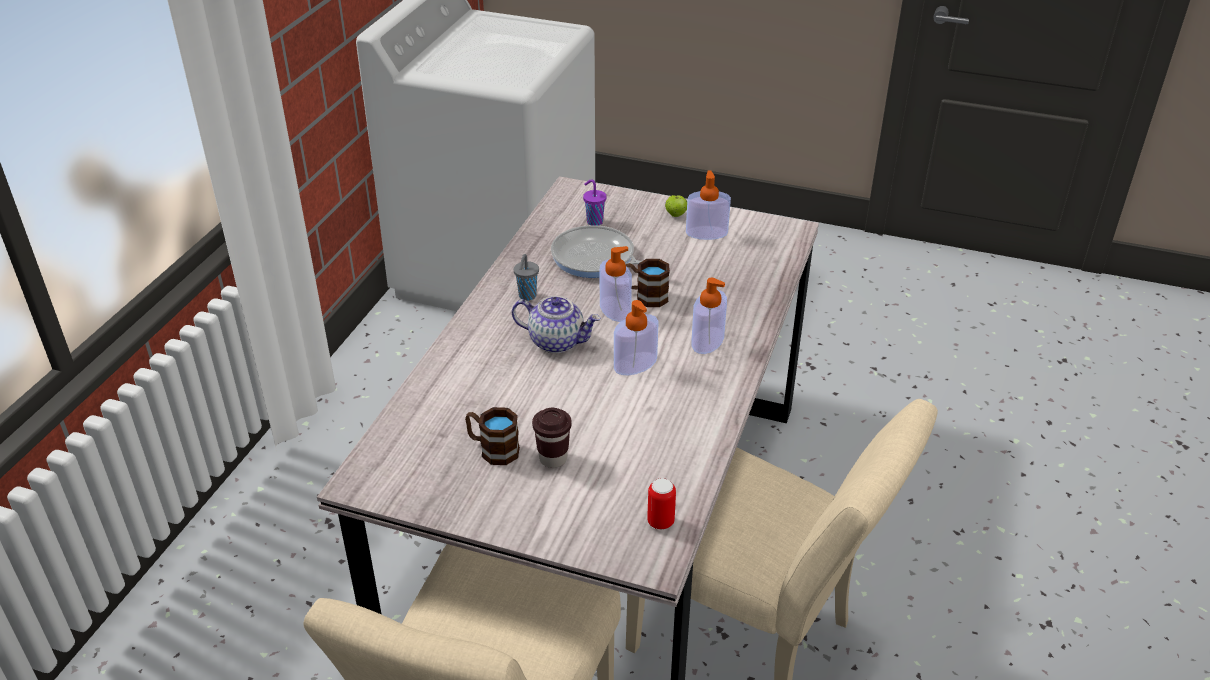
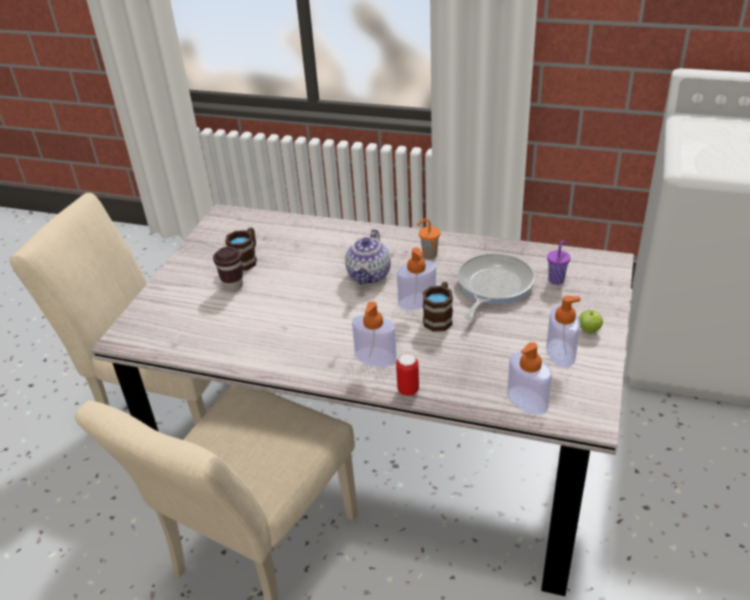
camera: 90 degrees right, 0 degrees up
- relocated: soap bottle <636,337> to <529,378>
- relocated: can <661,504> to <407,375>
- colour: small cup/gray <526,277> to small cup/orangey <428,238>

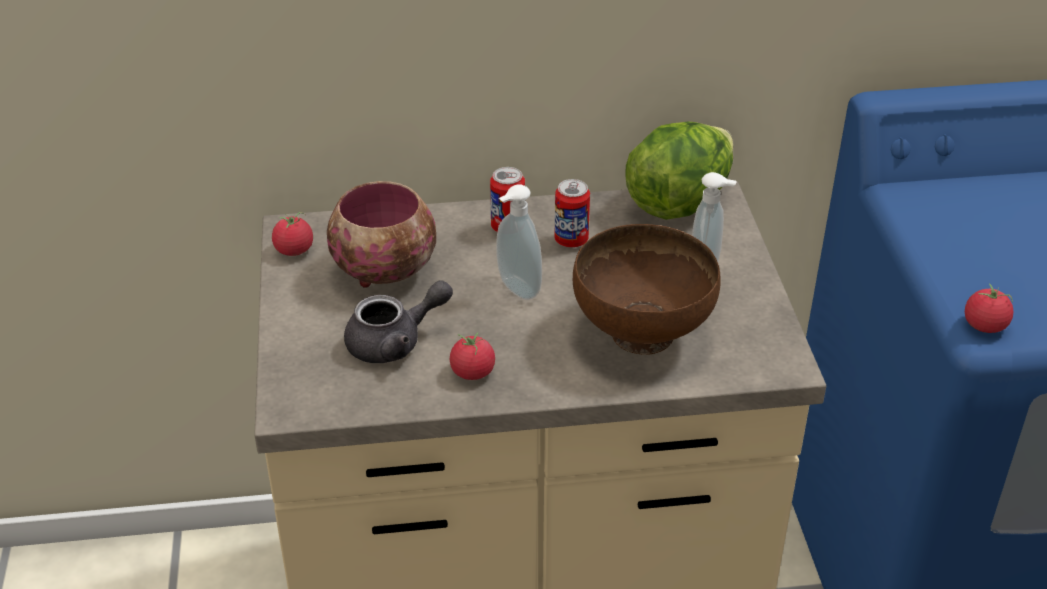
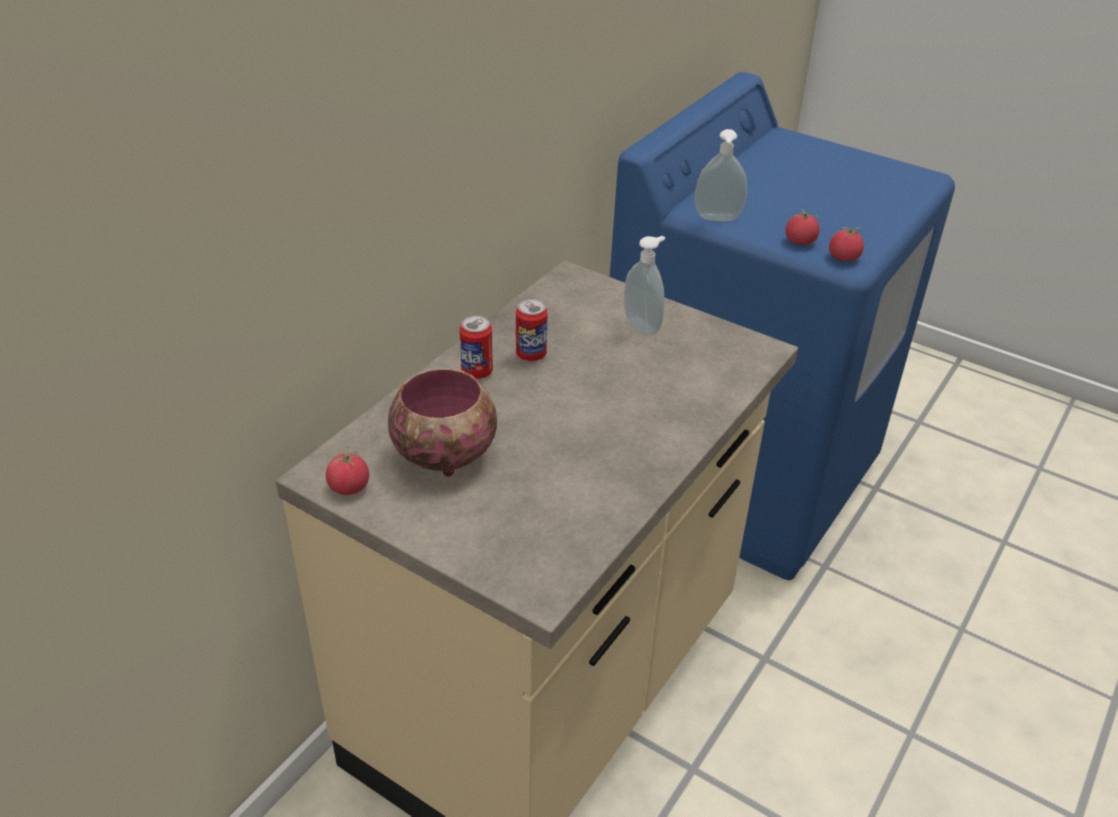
camera: 50 degrees left, 0 degrees up
- missing: tea pot/gray <398,321>
- missing: deep dish/brownish <646,289>
- missing: lettuce head <679,171>
- relocated: tomato <472,356> to <802,227>
- relocated: soap bottle <519,242> to <721,175>

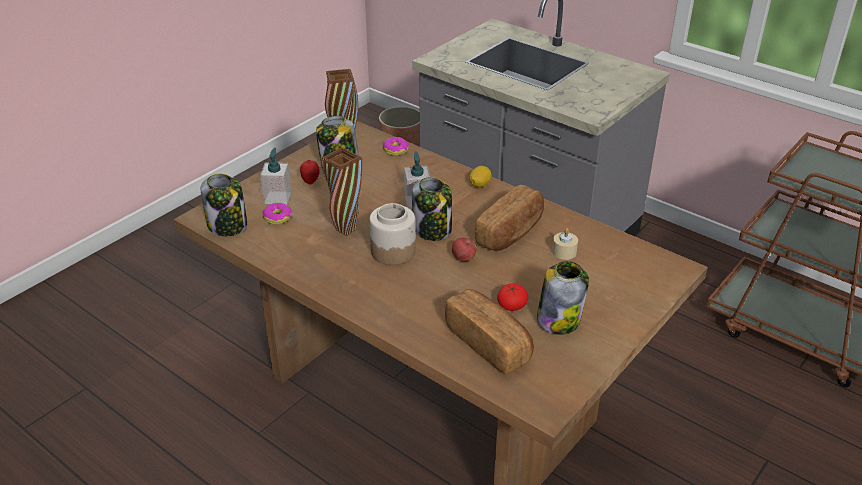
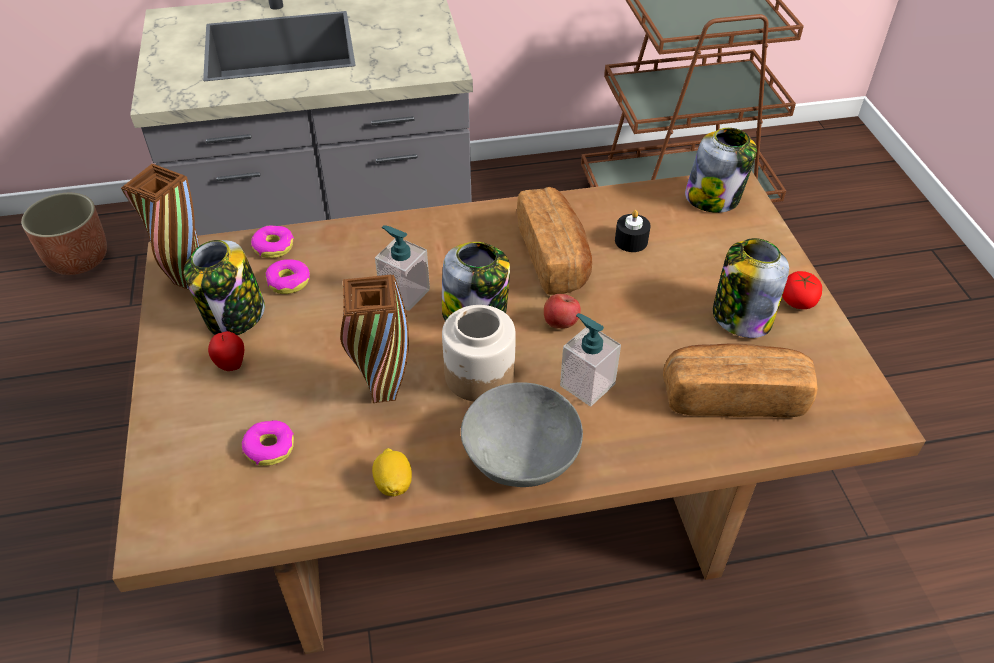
camera: 50 degrees left, 10 degrees up
- appeared: ring doughnut <287,276>
- appeared: deep dish/gray <522,434>
- relocated: storage jar <224,205> to <721,170>
- relocated: soap bottle <275,176> to <590,360>
- relocated: citrus fruit <480,176> to <392,472>
- relocated: tomato <512,297> to <802,290>
- colour: wax candle/sand-coloured <565,244> to wax candle/blackish <632,231>

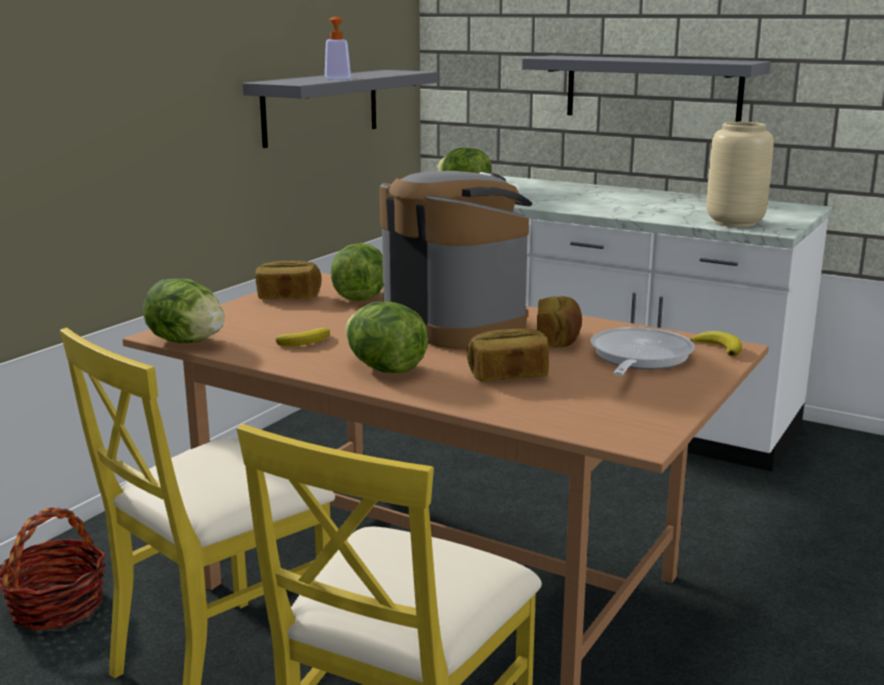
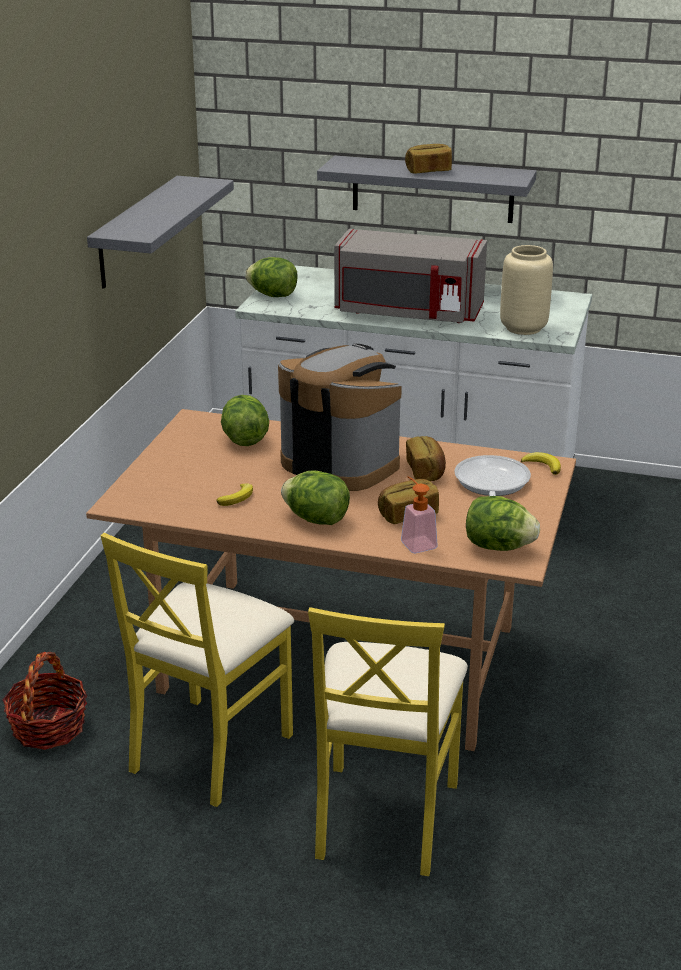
camera: 15 degrees left, 10 degrees up
- appeared: kitchen microwave/gray <410,276>
- relocated: lettuce head <184,310> to <503,523>
- relocated: bread <288,280> to <428,159>
- relocated: soap bottle <338,48> to <419,514>

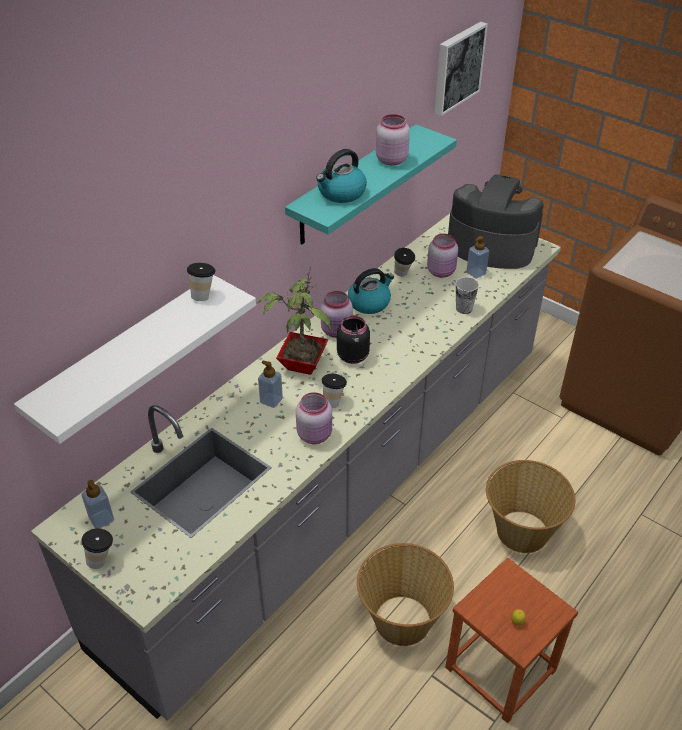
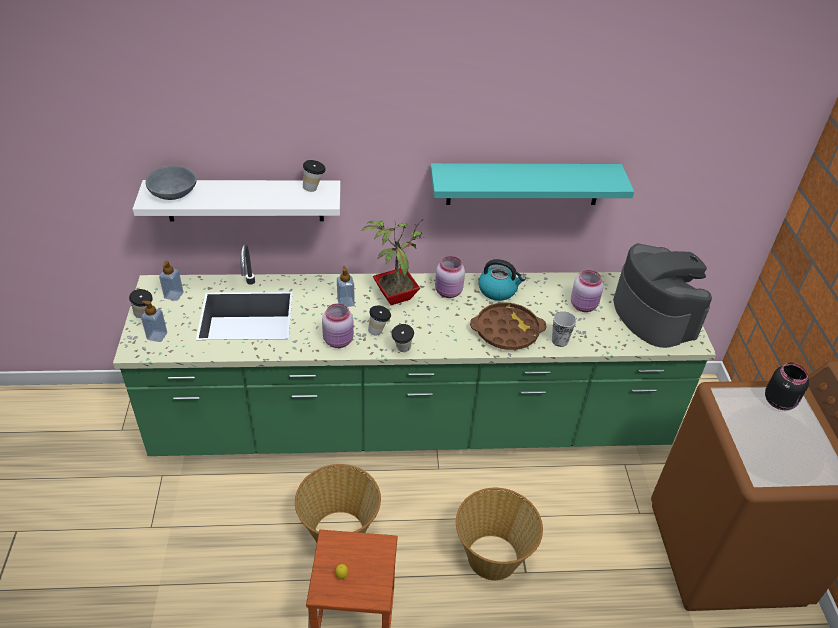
camera: 45 degrees right, 0 degrees up
- missing: tea kettle <341,176>
- missing: storage jar/pink <393,139>
- missing: picture <461,69>
- appeared: deep dish/gray <171,183>
- appeared: serving tray/brownish <508,326>
- relocated: storage jar/blackish <353,340> to <787,386>
- relocated: small cup <404,262> to <402,338>
- relocated: soap bottle <477,257> to <154,321>
- colour: kitchen base unit/gray <296,467> to kitchen base unit/green <414,350>

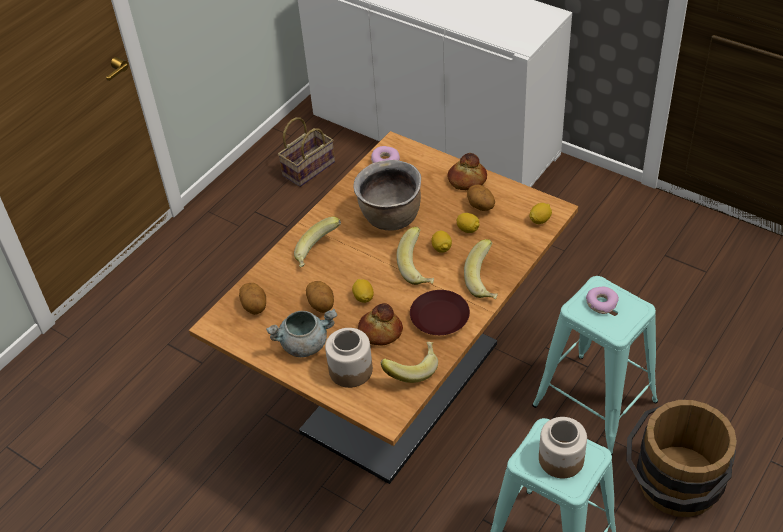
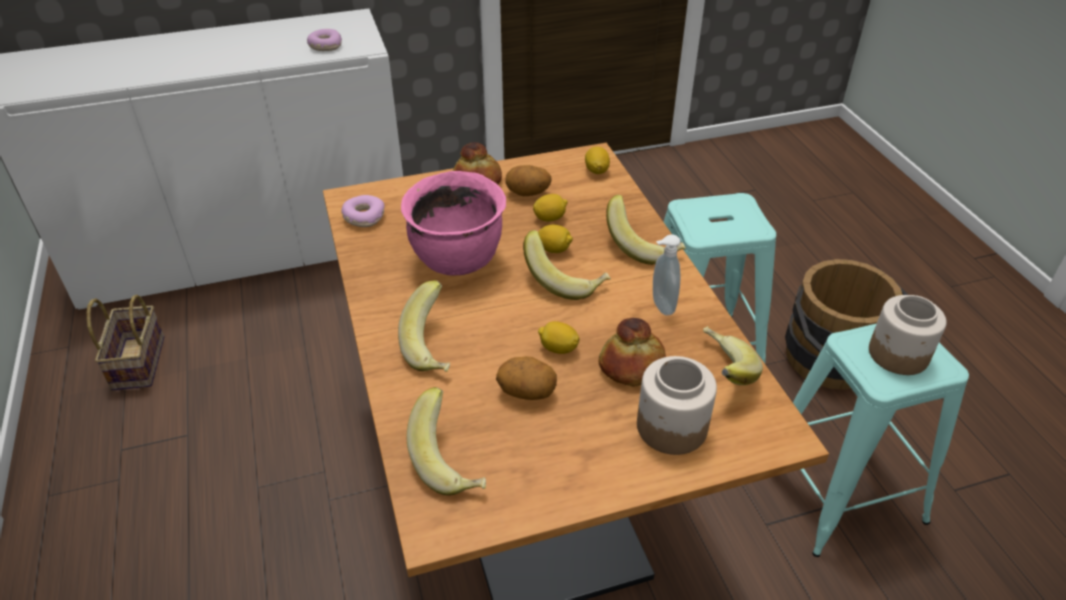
camera: 55 degrees left, 5 degrees down
- missing: cooking pot/gray <301,333>
- relocated: ring doughnut <602,300> to <324,40>
- exchanged: whole potato <252,299> to banana <446,441>
- exchanged: flat dish/brownish <440,312> to soap bottle <667,275>
- colour: cooking pot/brownish <387,195> to cooking pot/pink <453,223>

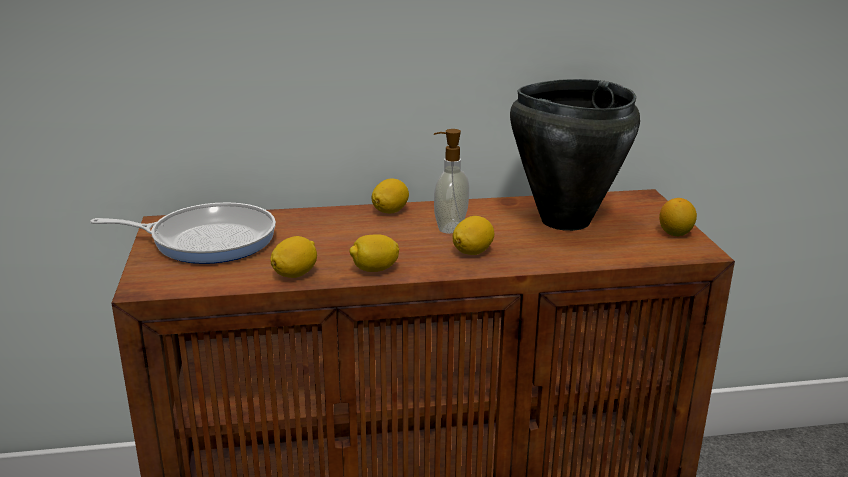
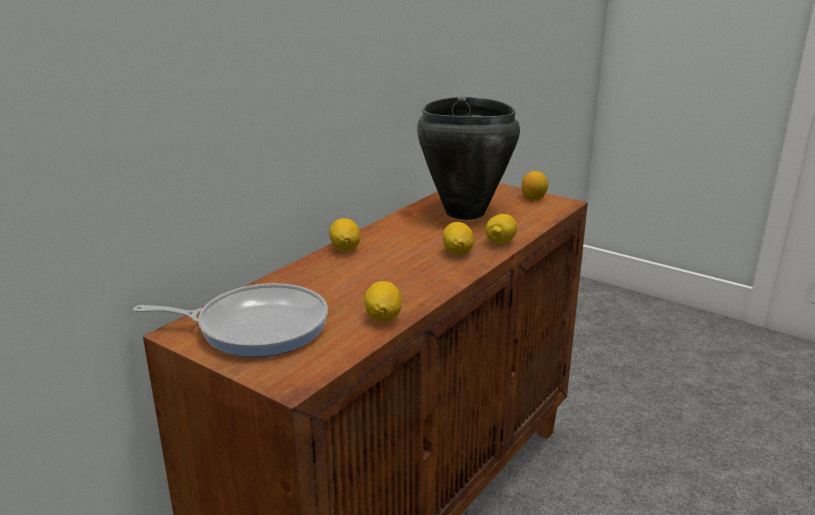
camera: 45 degrees left, 0 degrees up
- missing: soap bottle <451,181>
- relocated: citrus fruit <374,253> to <501,229>
- spun: pan <183,233> = <230,320> 45 degrees clockwise

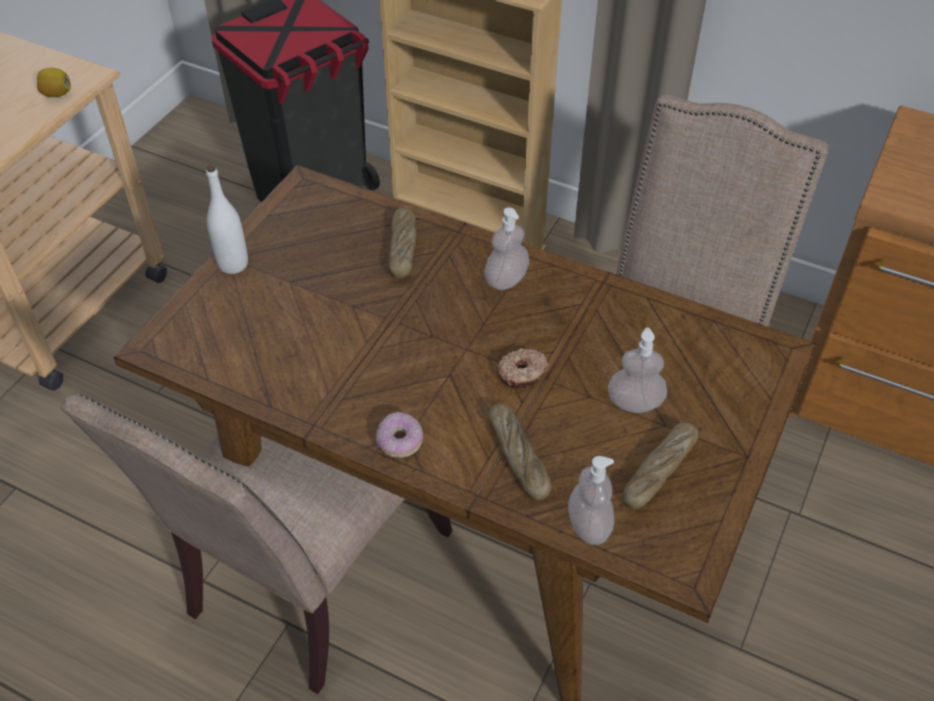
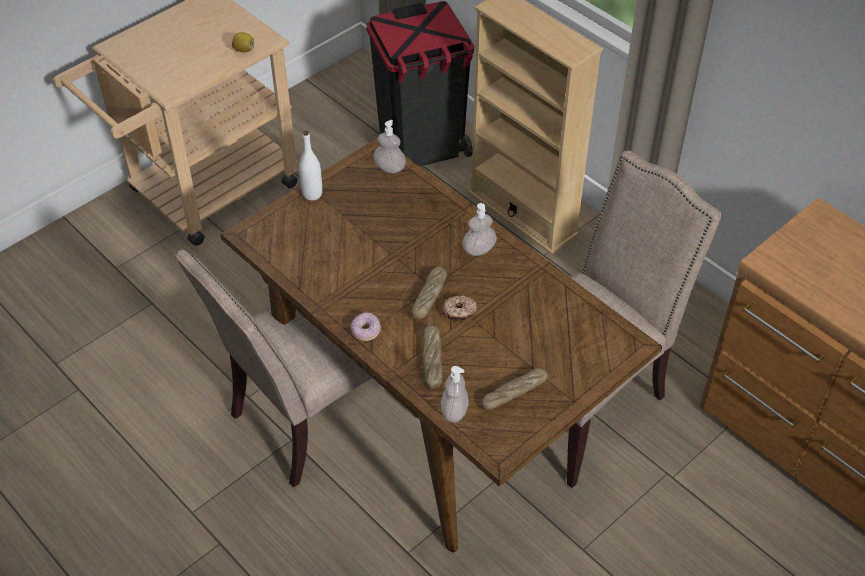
camera: 20 degrees right, 0 degrees up
- relocated: bread <402,243> to <429,293>
- relocated: soap bottle <637,370> to <390,146>

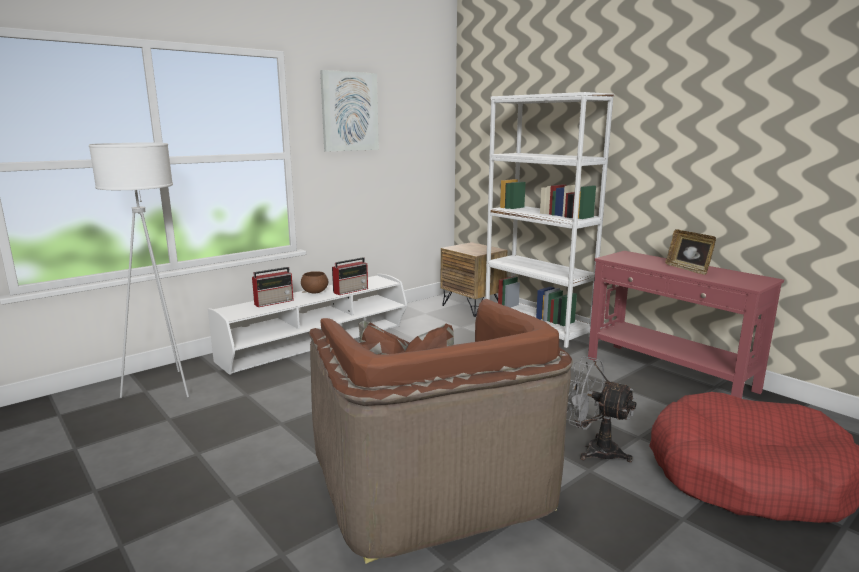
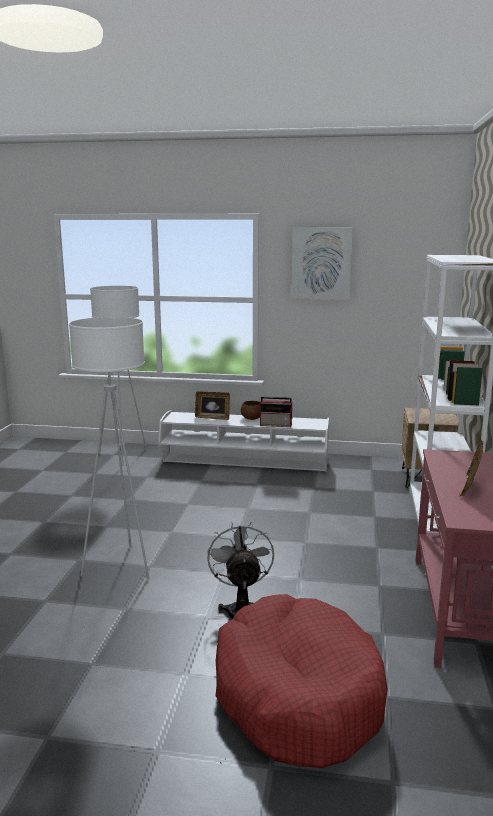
camera: 50 degrees right, 0 degrees up
- exchanged: radio set <273,287> to photo frame <212,405>
- exchanged: lounge chair/brownish <441,431> to standing lamp/whitish <109,448>

